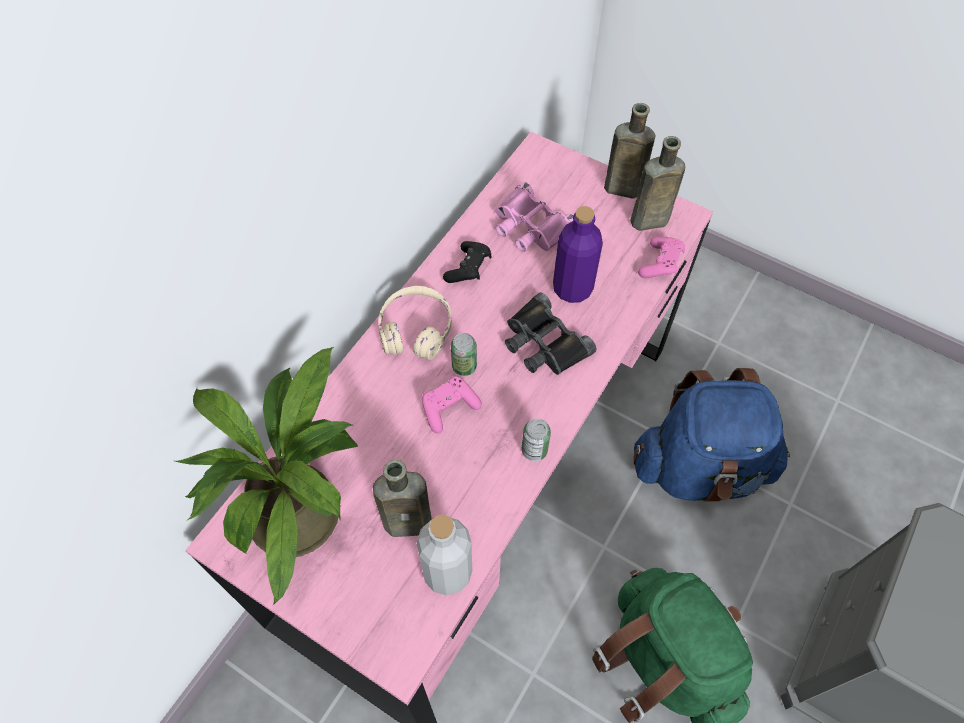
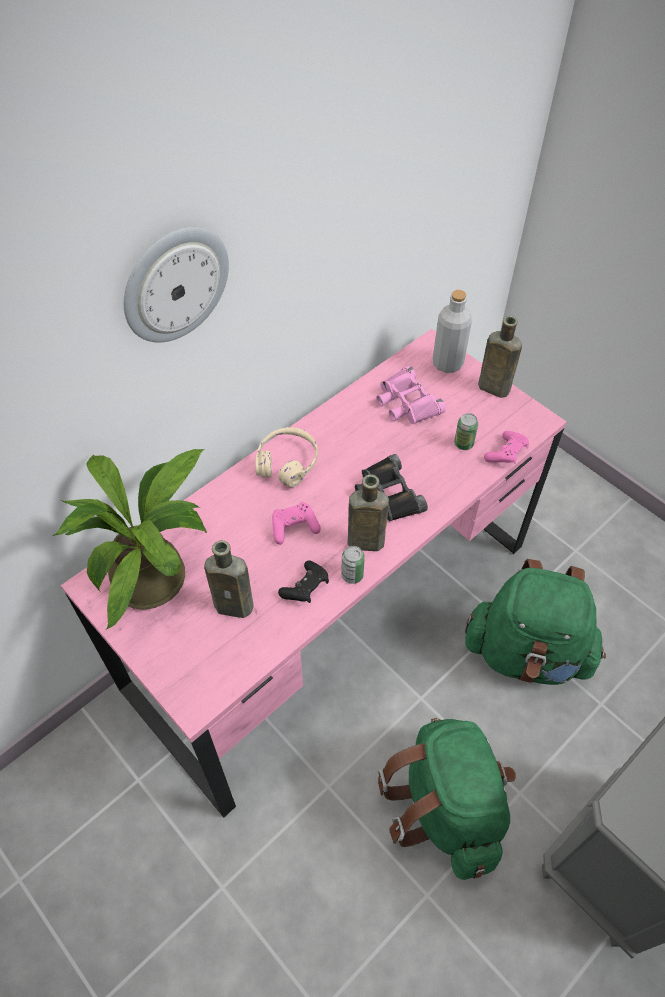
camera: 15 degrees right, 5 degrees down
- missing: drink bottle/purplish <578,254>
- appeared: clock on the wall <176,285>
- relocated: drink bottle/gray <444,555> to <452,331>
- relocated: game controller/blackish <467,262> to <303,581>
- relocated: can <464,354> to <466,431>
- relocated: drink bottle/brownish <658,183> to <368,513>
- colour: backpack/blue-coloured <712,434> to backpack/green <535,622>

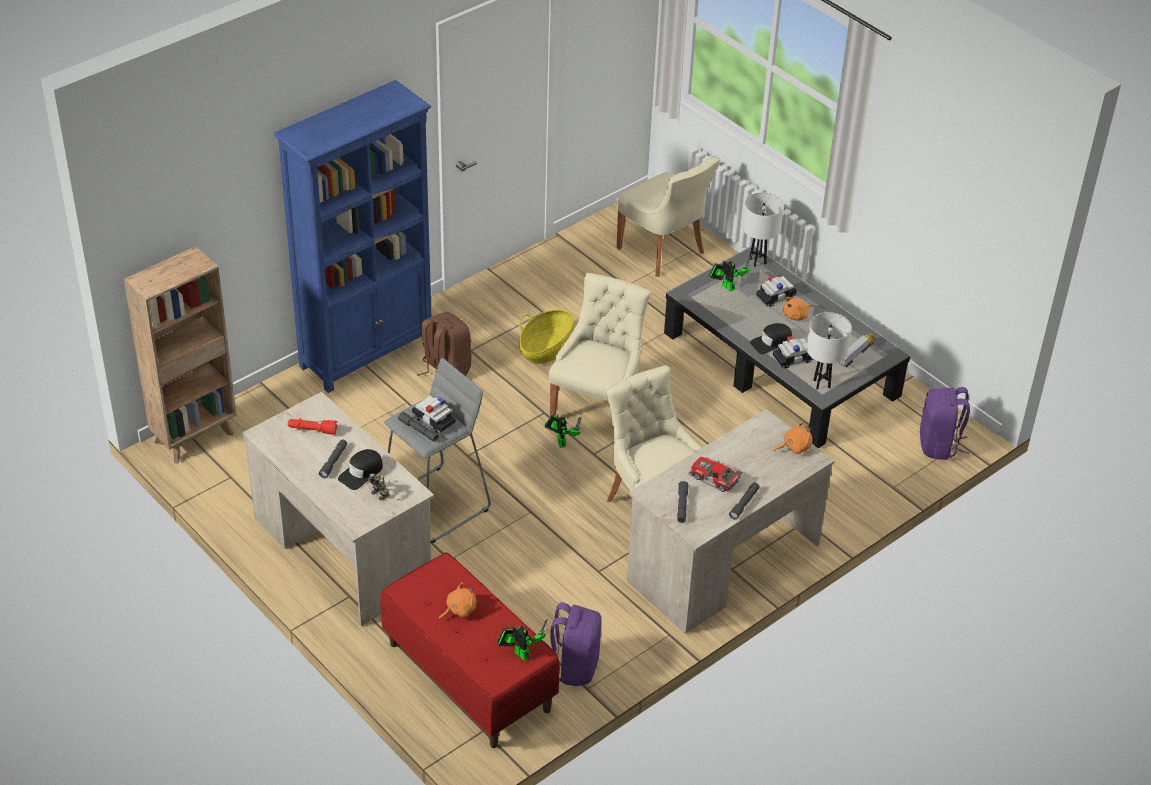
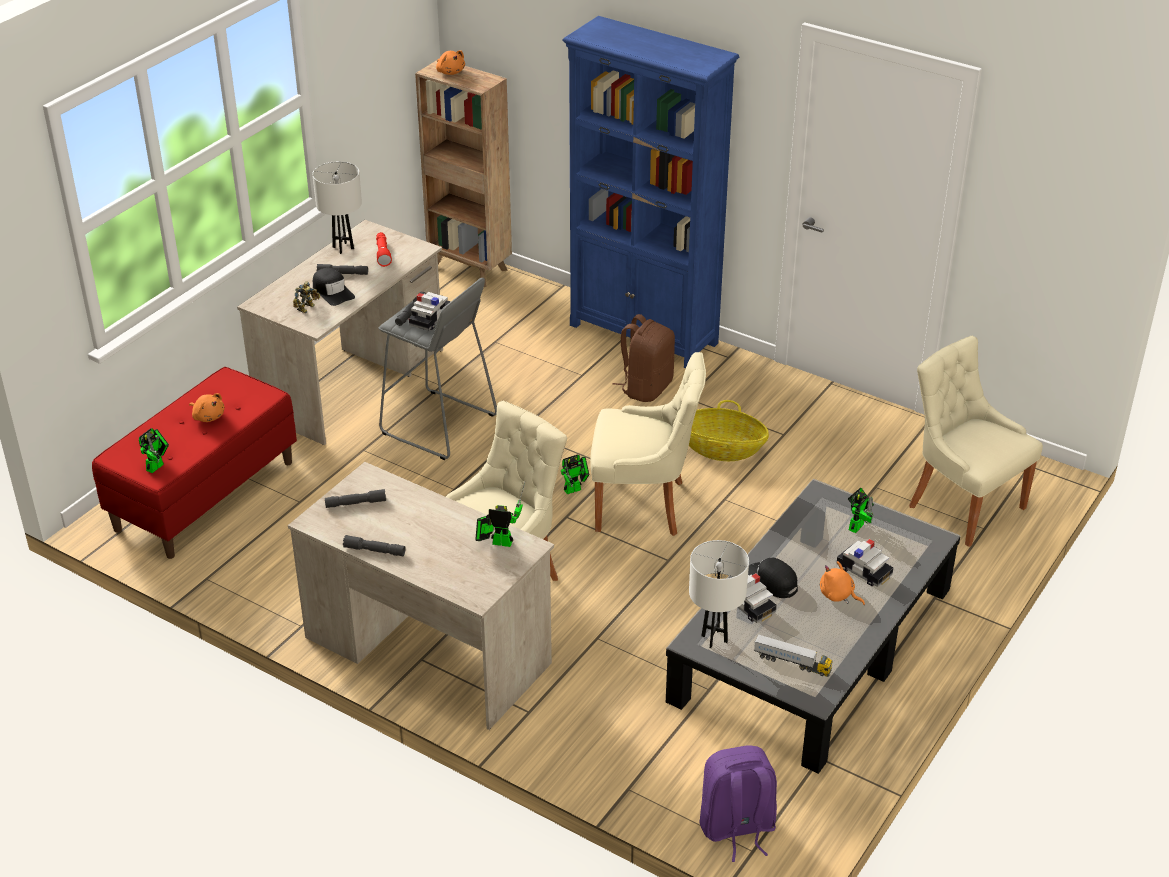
camera: 75 degrees right, 5 degrees down
- missing: backpack/purplish <575,644>
- missing: toy car <715,474>
- appeared: model robot <500,515>
- relocated: table lamp/whitish <763,229> to <337,207>
- relocated: plush toy/orangey <793,438> to <450,62>
- spun: baseball cap/blackish <360,469> = <334,287> 150 degrees counterclockwise
- spun: upright chair/sand-coloured <668,217> = <976,441> 105 degrees clockwise

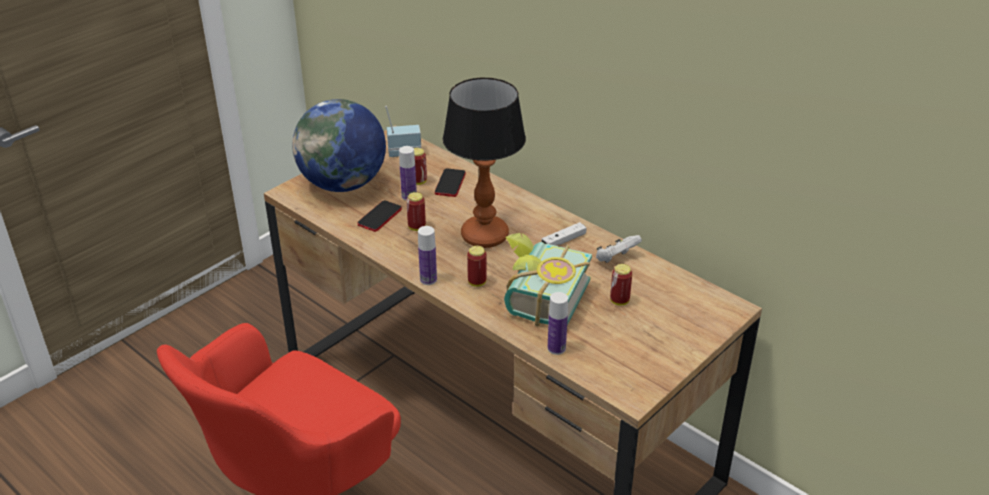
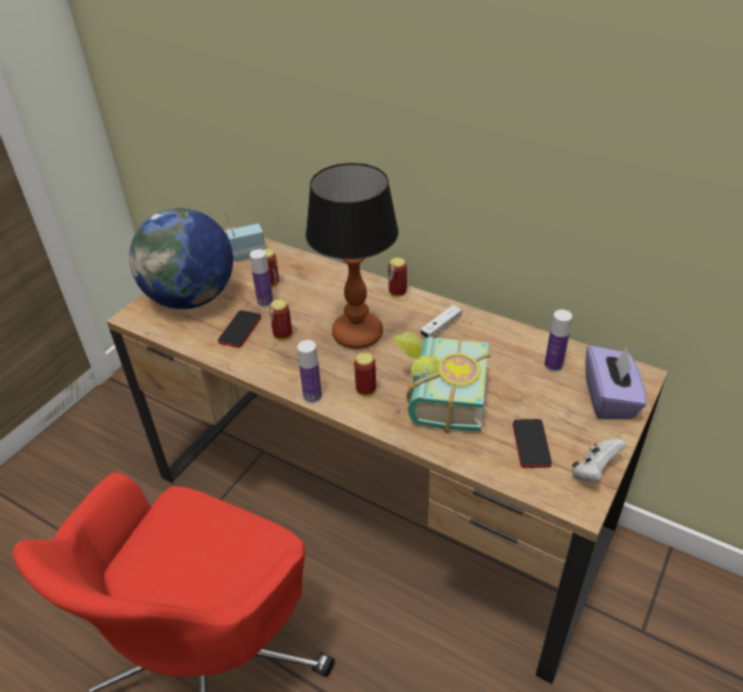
camera: 10 degrees left, 5 degrees up
- appeared: box of tissues/purplish <616,382>
- relocated: phone <450,182> to <532,443>
- relocated: drink bottle <558,323> to <558,340>
- relocated: game controller/whitish <619,249> to <599,460>
- relocated: can <621,284> to <397,277>

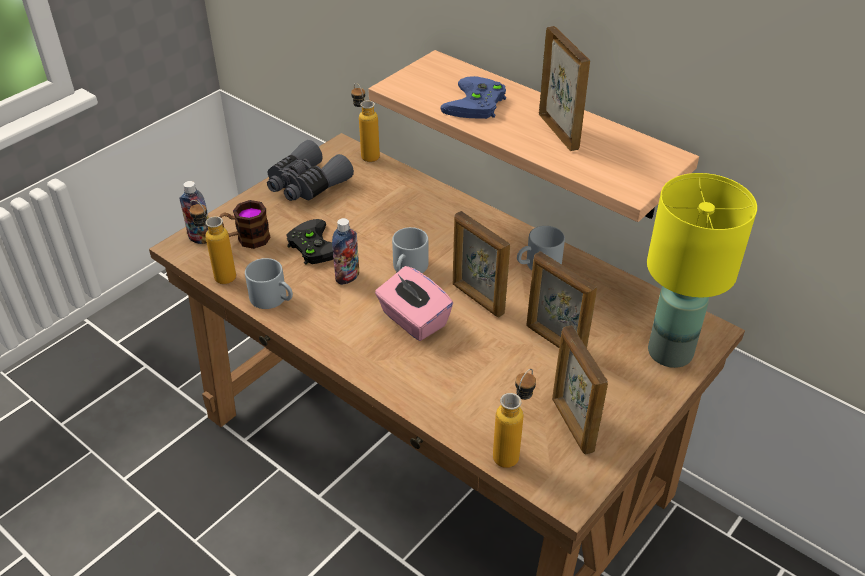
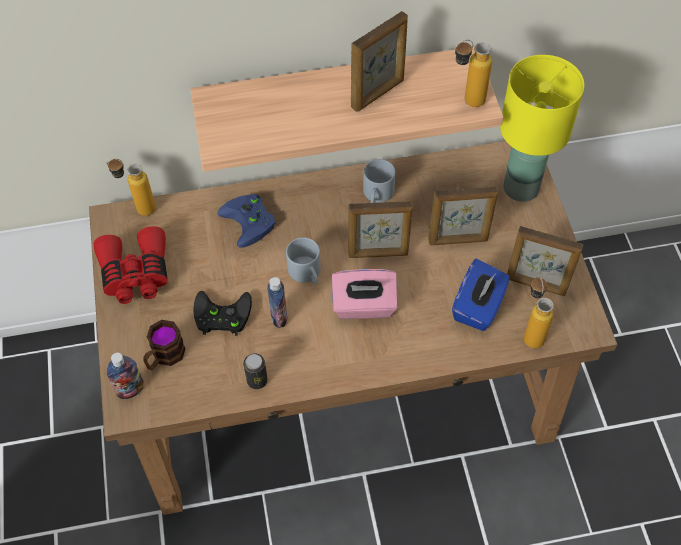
camera: 50 degrees left, 15 degrees up
- appeared: box of tissues/blue-coloured <481,295>
- relocated: drink bottle <212,242> to <473,73>
- relocated: game controller/blue-coloured <473,97> to <247,221>
- exchanged: mug/gray <269,283> to can <255,371>
- colour: pair of binoculars/gray <310,170> to pair of binoculars/red-coloured <131,265>
- spun: photo frame <564,88> = <379,61> 120 degrees clockwise

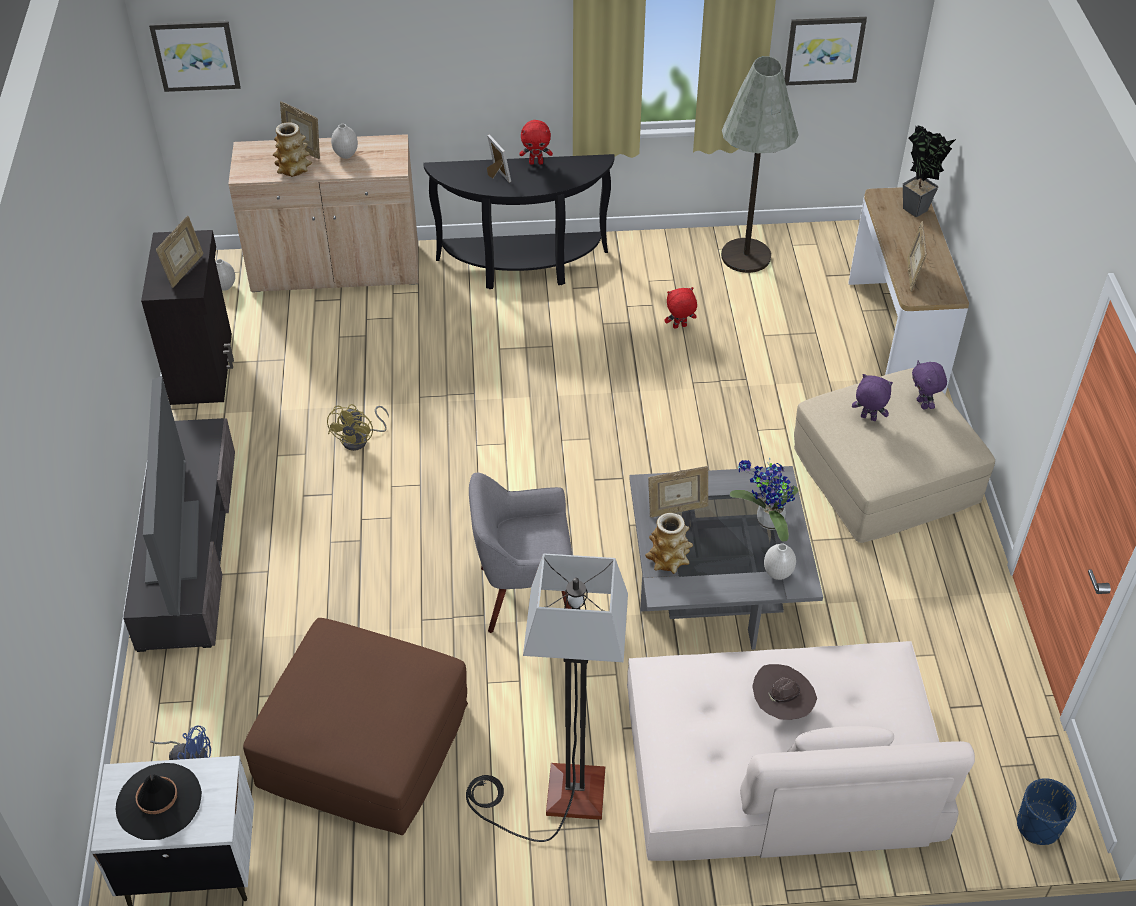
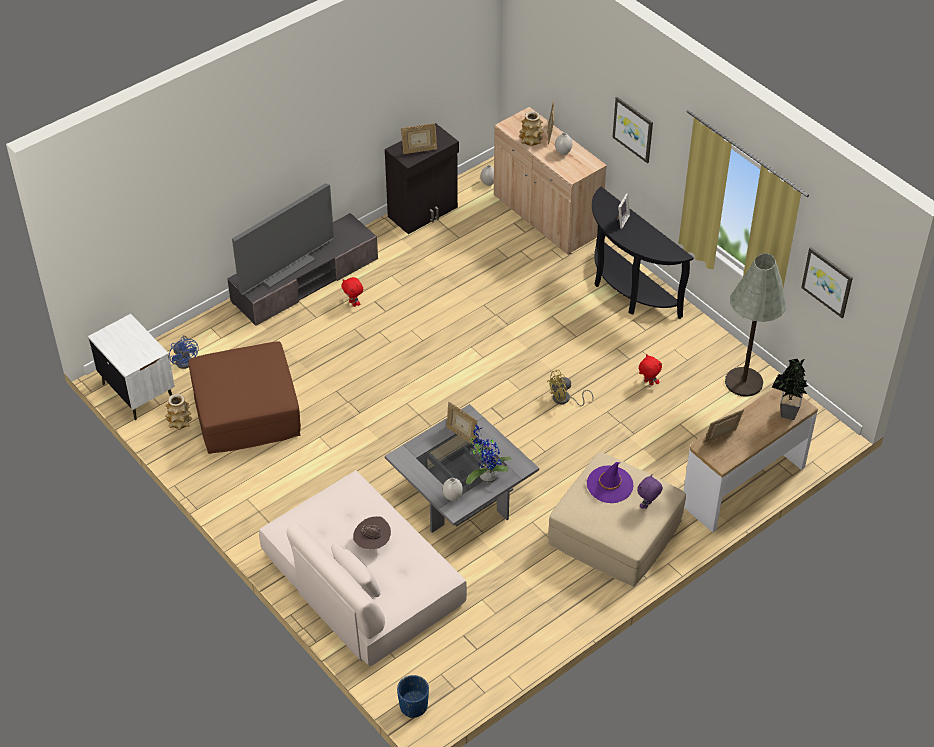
camera: 55 degrees right, 0 degrees up
- missing: hat/blackish <159,801>
- missing: standing lamp <547,697>
- missing: lounge chair/gray <521,553>
- relocated: picture <195,56> to <632,130>
- relocated: fan/yellowish <358,427> to <570,388>
- relocated: plush toy/red-coloured <536,142> to <352,292>
- relocated: vase <669,543> to <178,412>
- exchanged: plush toy/purplish <872,397> to hat/purplish <610,482>

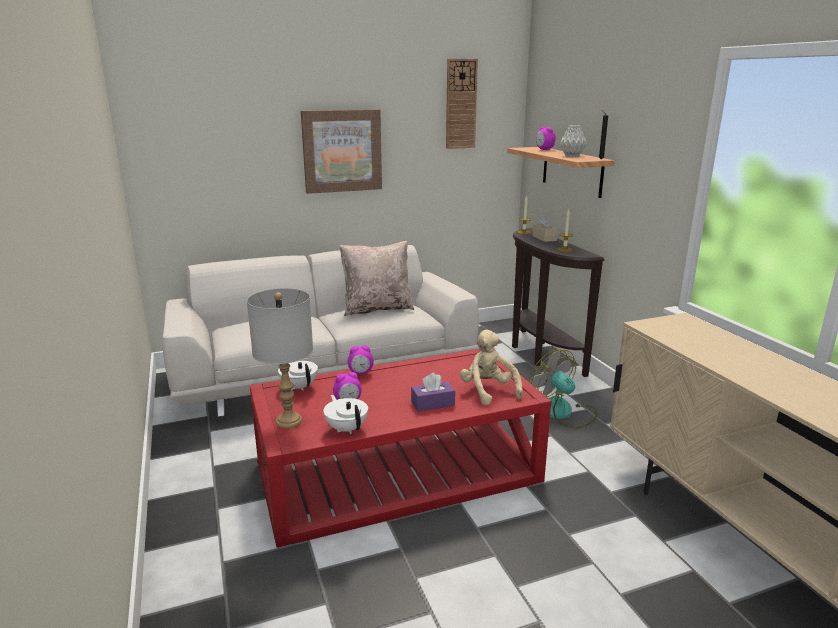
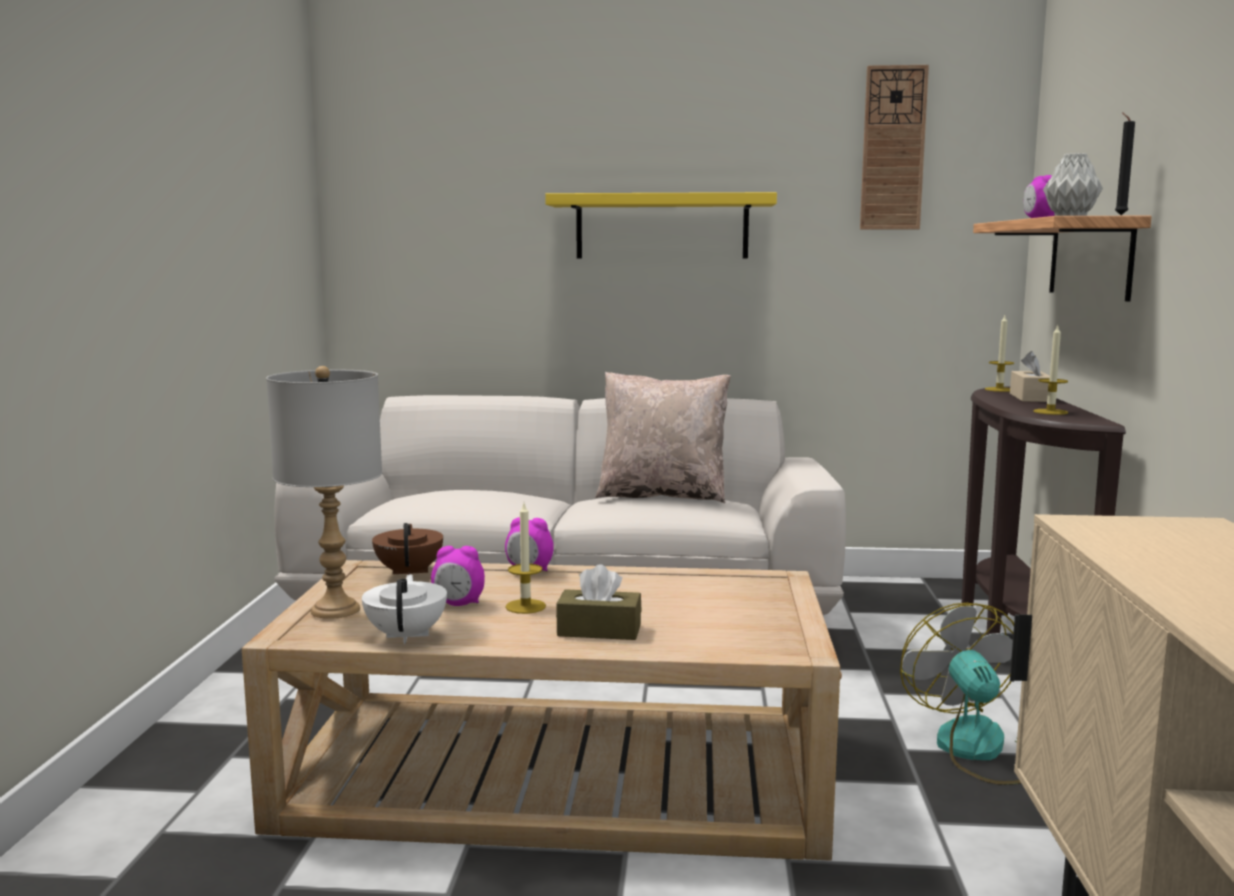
camera: 25 degrees right, 10 degrees down
- missing: plush toy/sand-coloured <491,368>
- appeared: wax candle <526,558>
- exchanged: picture <341,152> to bracket shelf/yellowish <661,225>
- colour: lounge table/red-coloured <400,448> to lounge table/sand-coloured <542,710>
- colour: tea pot/whitish <298,376> to tea pot/brownish <407,549>
- colour: box of tissues/purplish <433,392> to box of tissues/brownish <599,602>

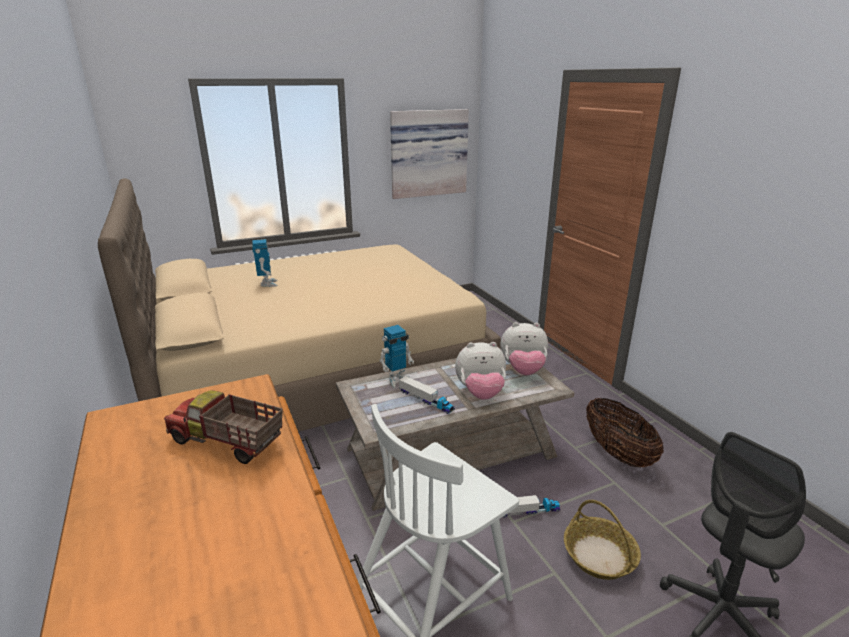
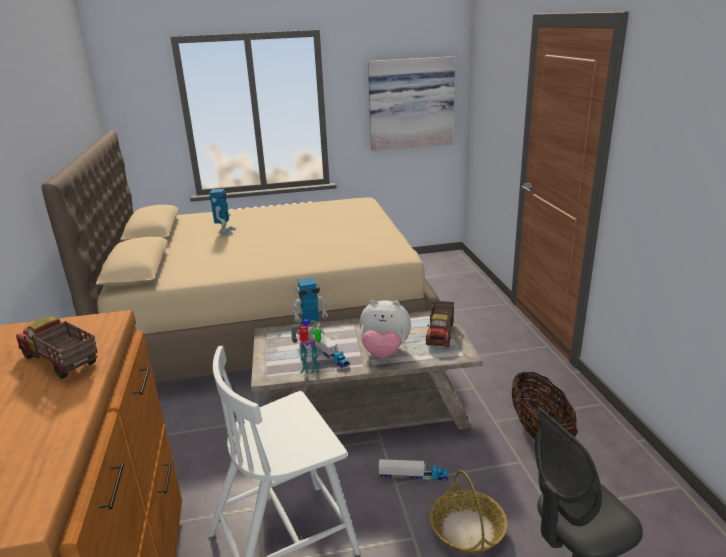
camera: 15 degrees right, 0 degrees up
- appeared: model robot <306,346>
- exchanged: plush toy <524,348> to toy lorry <440,324>

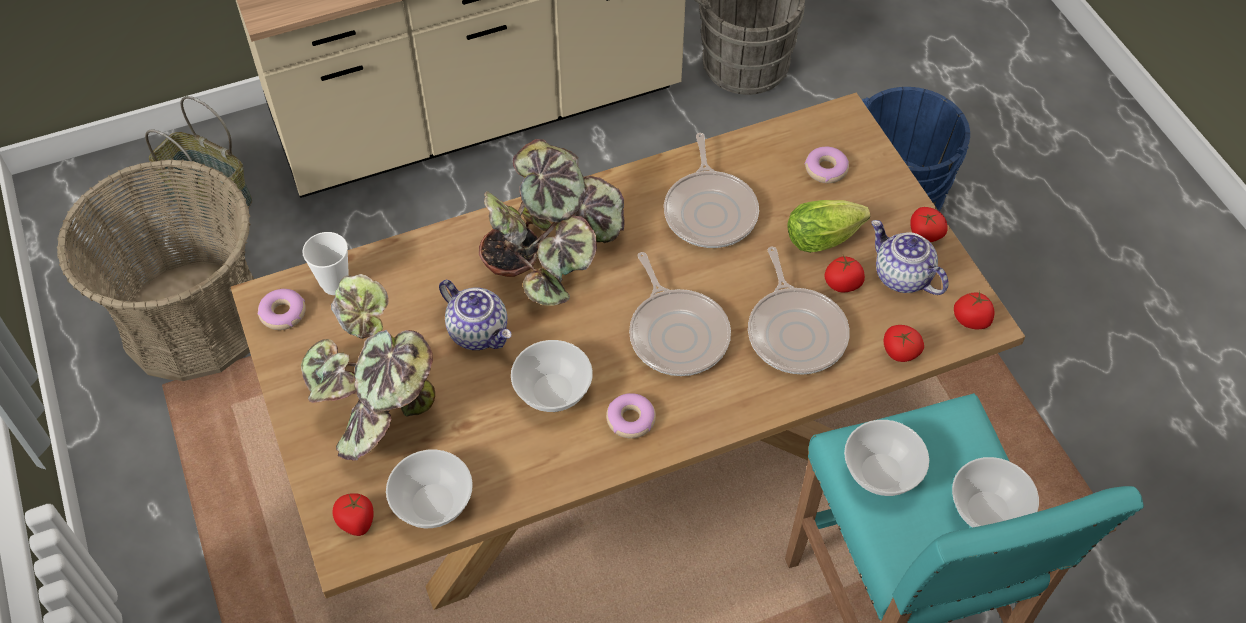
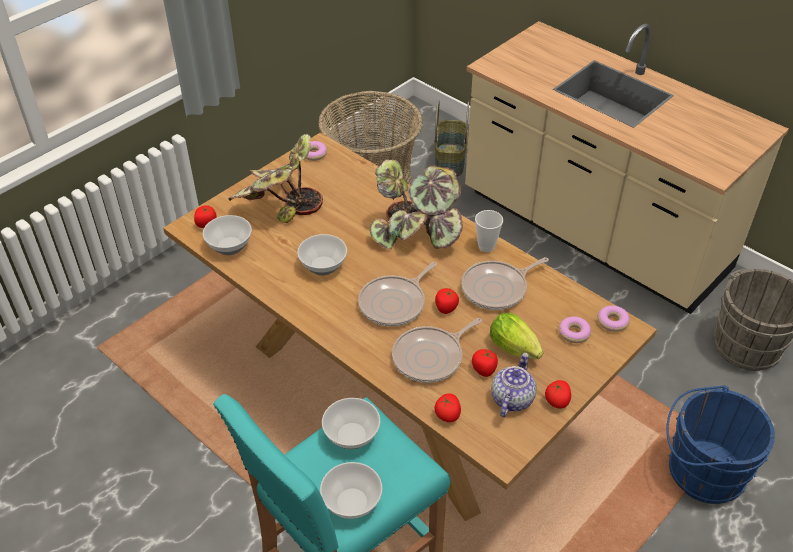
camera: 65 degrees right, 10 degrees down
- missing: tea pot <475,315>
- relocated: small cup <325,263> to <489,231>
- relocated: ring doughnut <631,416> to <613,318>
- relocated: tomato <974,310> to <447,301>

